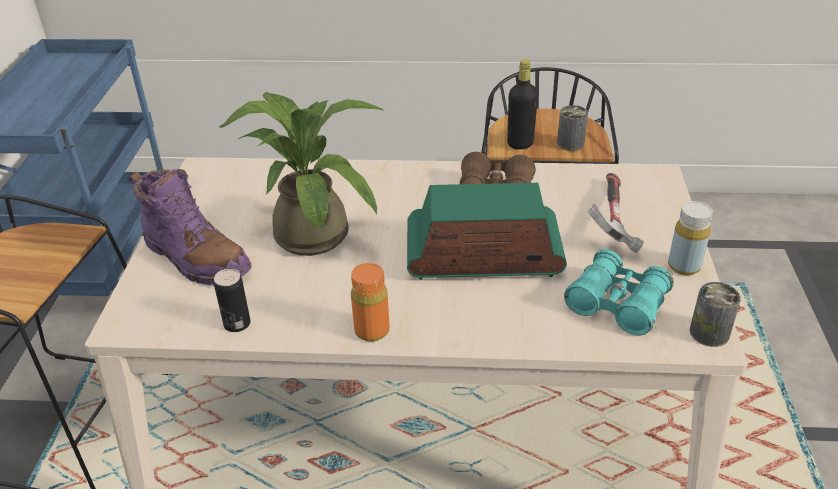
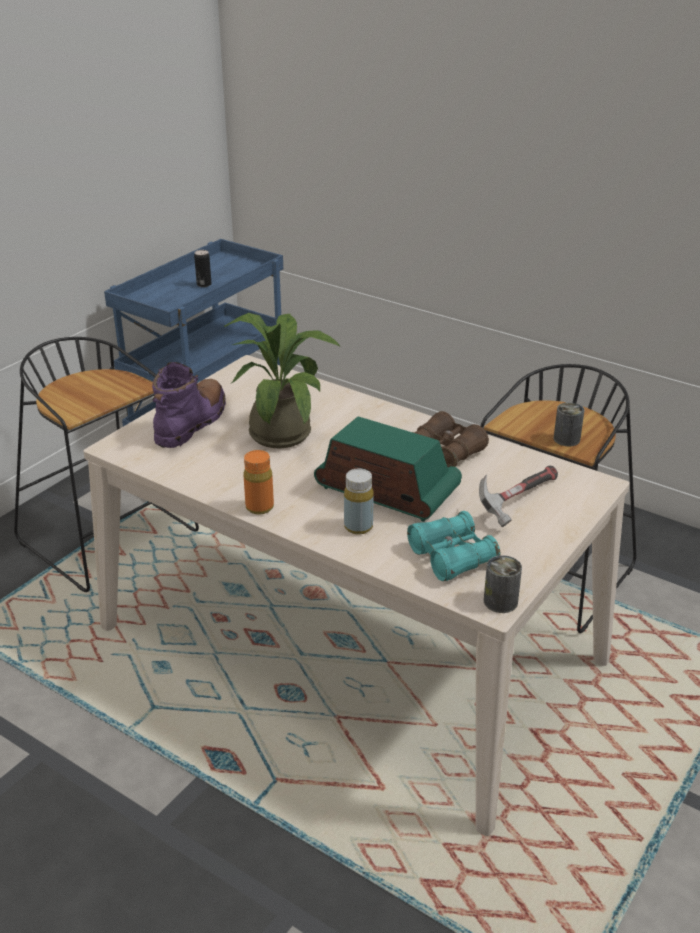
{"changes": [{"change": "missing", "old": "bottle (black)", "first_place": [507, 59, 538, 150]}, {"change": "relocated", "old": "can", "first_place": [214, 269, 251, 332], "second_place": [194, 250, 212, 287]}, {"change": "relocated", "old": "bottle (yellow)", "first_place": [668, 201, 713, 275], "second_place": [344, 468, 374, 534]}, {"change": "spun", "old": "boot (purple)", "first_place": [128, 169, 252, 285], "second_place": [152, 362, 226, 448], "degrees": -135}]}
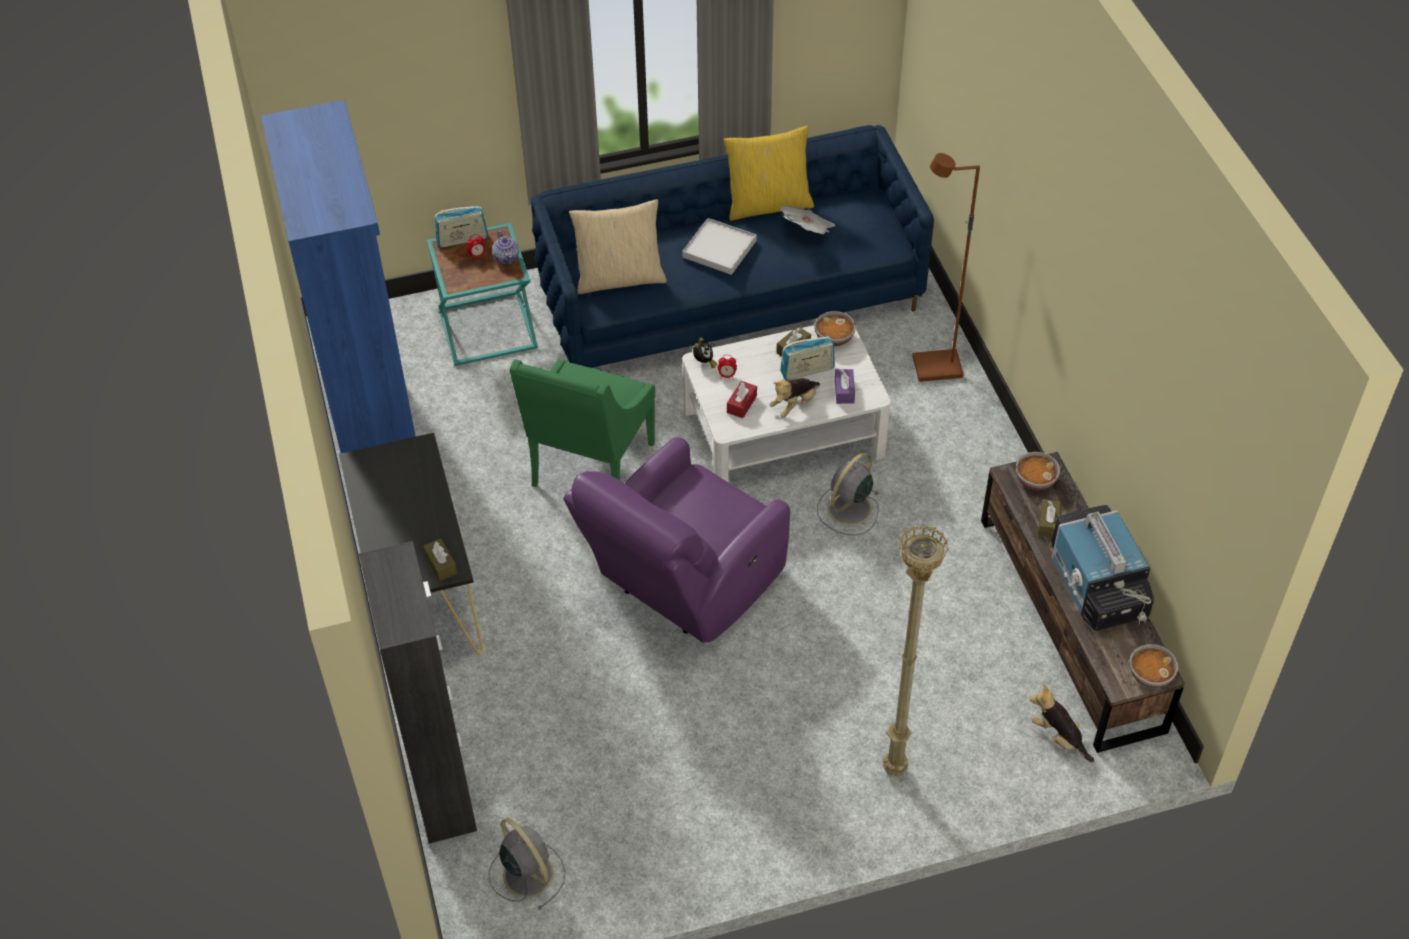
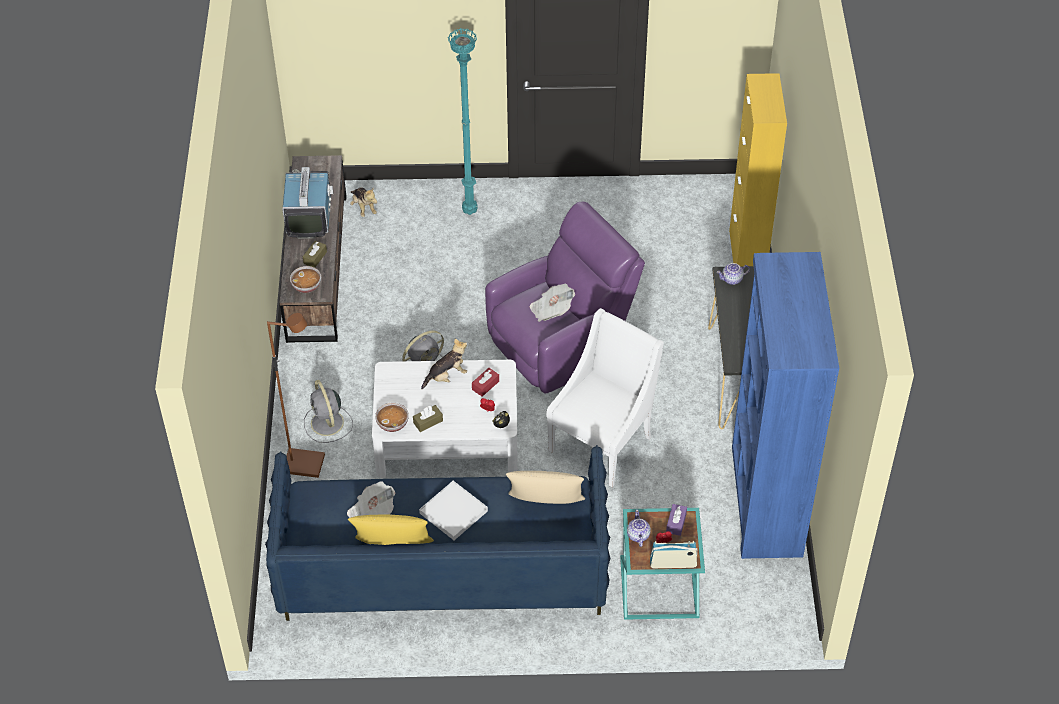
{"changes": [{"change": "missing", "old": "radio", "first_place": [780, 336, 835, 380]}, {"change": "missing", "old": "bowl", "first_place": [1129, 644, 1178, 688]}, {"change": "appeared", "new": "newspaper", "second_place": [530, 284, 575, 322]}, {"change": "relocated", "old": "fan (grey)", "first_place": [489, 818, 565, 909], "second_place": [304, 380, 353, 443]}, {"change": "relocated", "old": "tissue box (purple)", "first_place": [835, 369, 855, 404], "second_place": [666, 504, 687, 536]}, {"change": "exchanged", "old": "tissue box (brown)", "new": "teapot", "first_place": [423, 539, 458, 581], "second_place": [717, 263, 750, 285]}, {"change": "colour", "old": "cabinet (black)", "new": "cabinet (yellow)", "first_place": [359, 541, 477, 844], "second_place": [729, 73, 787, 266]}, {"change": "colour", "old": "armchair (green)", "new": "armchair (white)", "first_place": [510, 359, 655, 487], "second_place": [546, 308, 664, 487]}, {"change": "colour", "old": "floor lamp (beige)", "new": "floor lamp (turquoise)", "first_place": [883, 525, 949, 777], "second_place": [448, 28, 478, 215]}]}
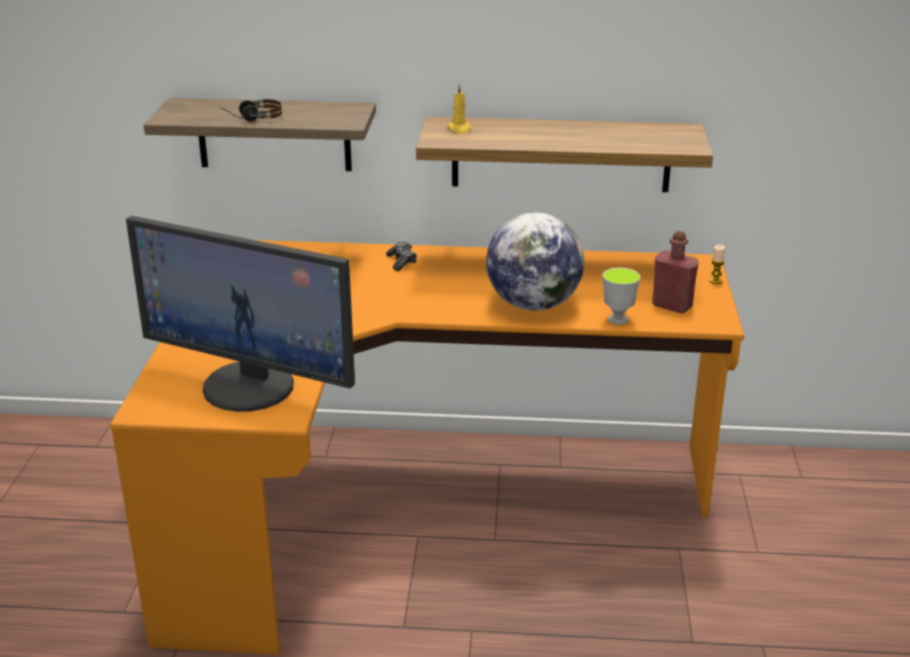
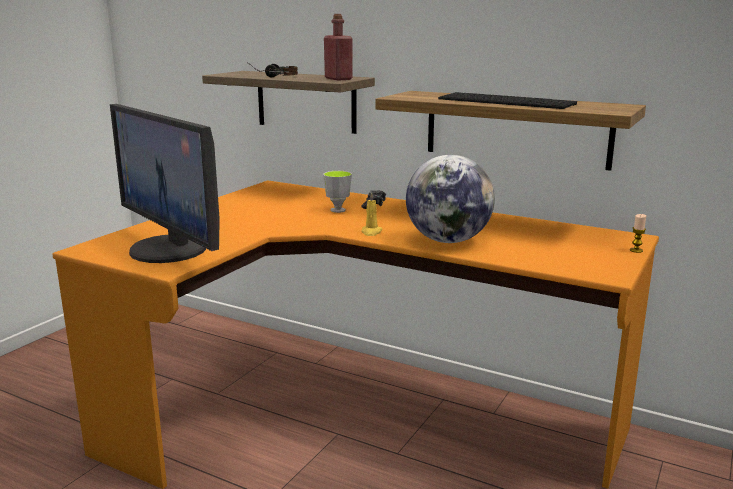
{"changes": [{"change": "appeared", "new": "keyboard", "second_place": [438, 92, 577, 109]}, {"change": "relocated", "old": "candle (yellow)", "first_place": [446, 84, 471, 134], "second_place": [361, 192, 383, 236]}, {"change": "relocated", "old": "cup", "first_place": [603, 267, 641, 325], "second_place": [323, 171, 352, 213]}, {"change": "relocated", "old": "bottle (red)", "first_place": [652, 231, 699, 313], "second_place": [324, 14, 353, 80]}]}
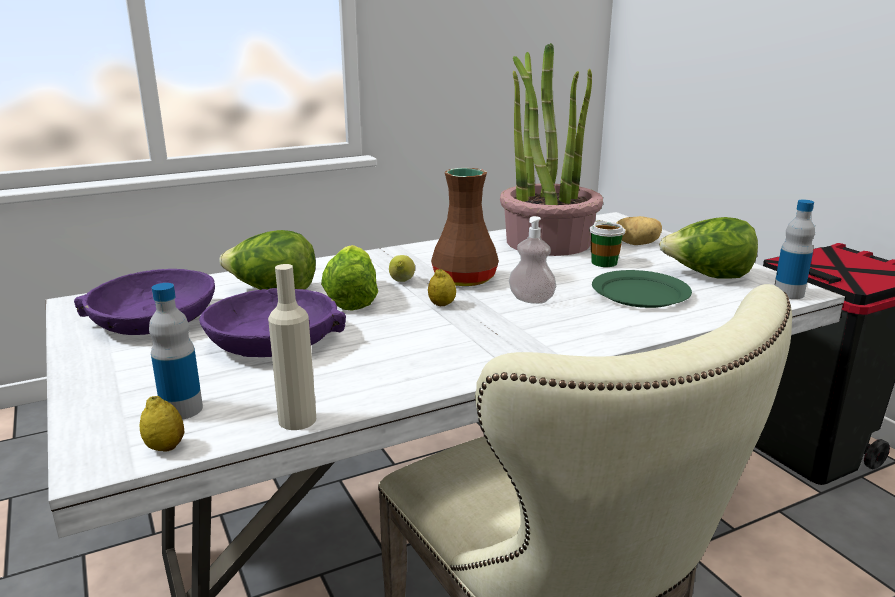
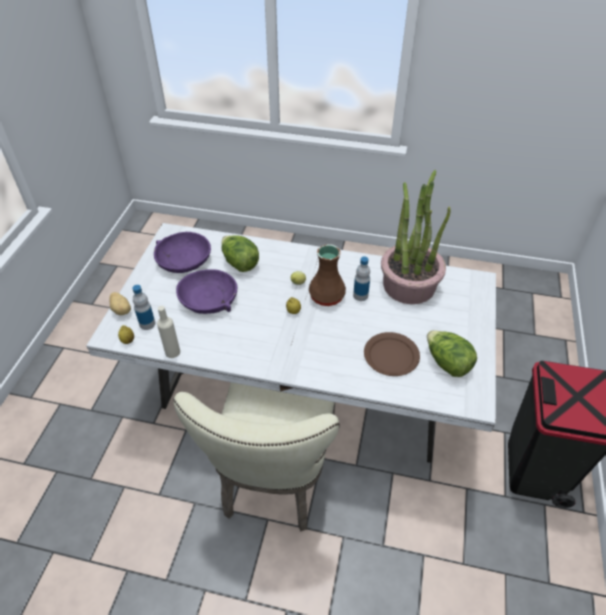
{"changes": [{"change": "missing", "old": "lettuce", "first_place": [321, 245, 378, 311]}, {"change": "missing", "old": "soap dispenser", "first_place": [509, 216, 556, 304]}, {"change": "missing", "old": "cup", "first_place": [589, 220, 625, 267]}, {"change": "relocated", "old": "potato", "first_place": [617, 216, 662, 245], "second_place": [110, 292, 131, 315]}, {"change": "relocated", "old": "bottle", "first_place": [775, 200, 815, 299], "second_place": [353, 256, 370, 301]}, {"change": "colour", "old": "plate (green)", "new": "plate (brown)", "first_place": [592, 270, 692, 308], "second_place": [364, 332, 420, 376]}]}
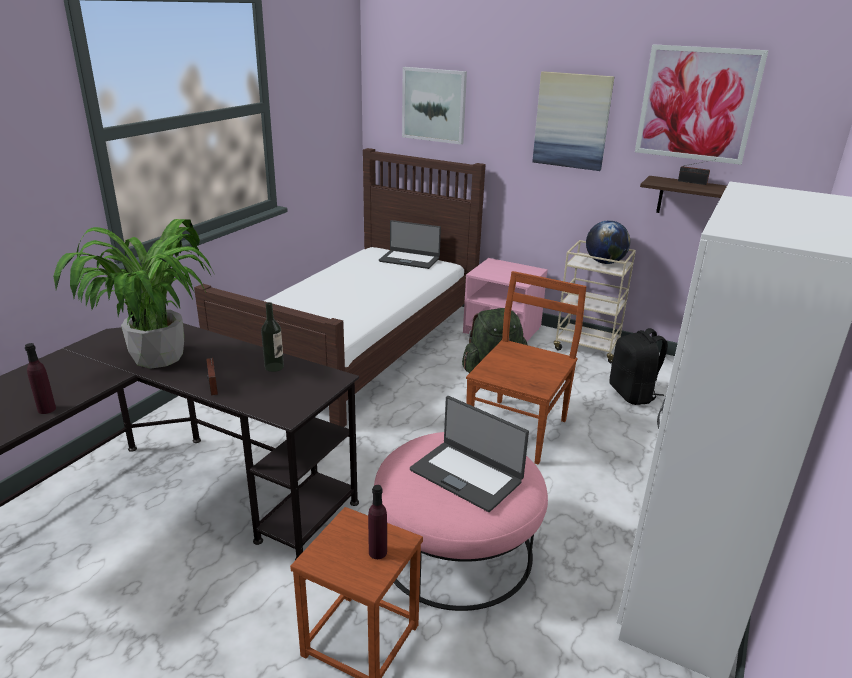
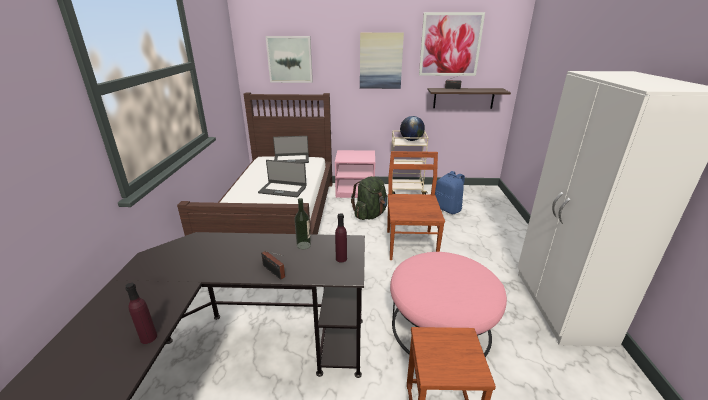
{"changes": [{"change": "missing", "old": "potted plant", "first_place": [53, 219, 215, 369]}, {"change": "relocated", "old": "bottle (purple)", "first_place": [368, 485, 387, 559], "second_place": [335, 213, 347, 262]}, {"change": "relocated", "old": "laptop", "first_place": [410, 396, 529, 512], "second_place": [258, 160, 307, 197]}, {"change": "colour", "old": "backpack (black)", "new": "backpack (blue)", "first_place": [609, 328, 668, 405], "second_place": [435, 171, 465, 214]}]}
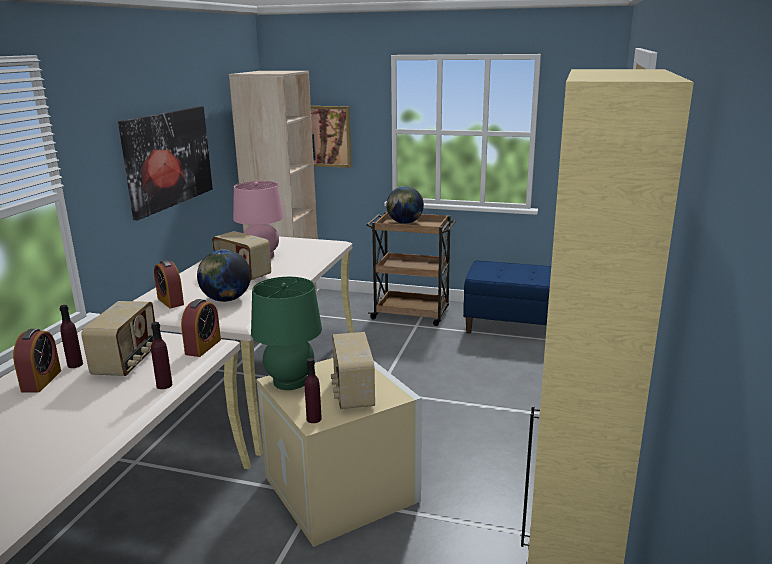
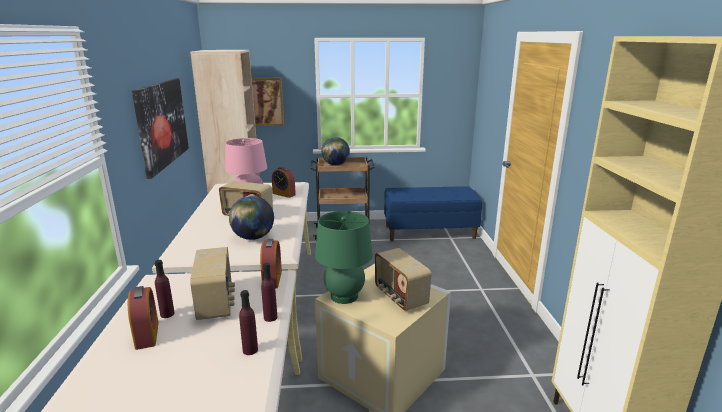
{"changes": [{"change": "relocated", "old": "alarm clock", "first_place": [154, 260, 184, 308], "second_place": [272, 167, 296, 198]}, {"change": "relocated", "old": "bottle (purple)", "first_place": [305, 358, 322, 423], "second_place": [239, 290, 258, 355]}]}
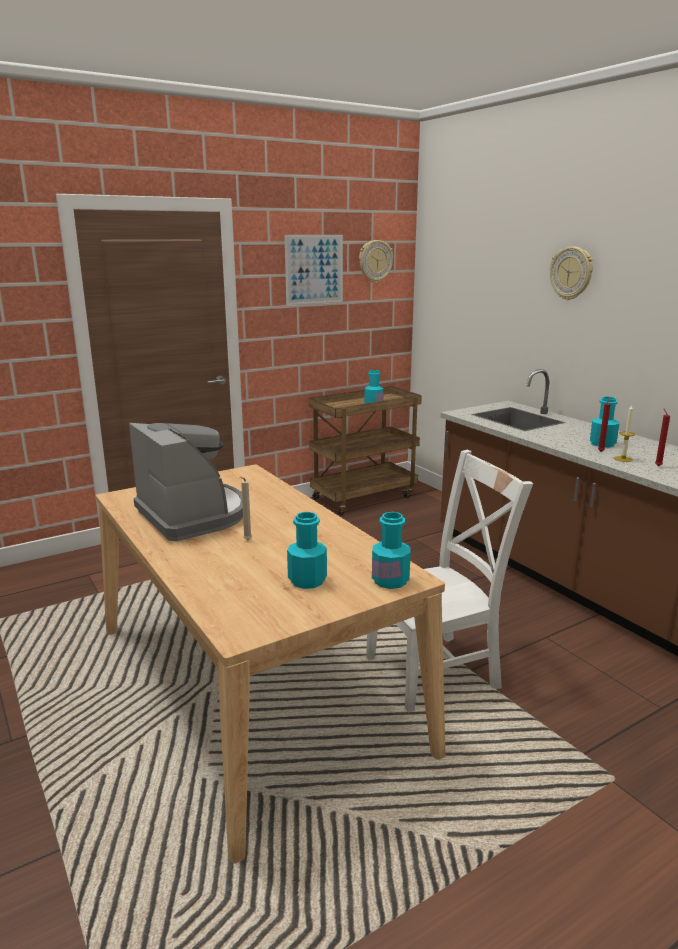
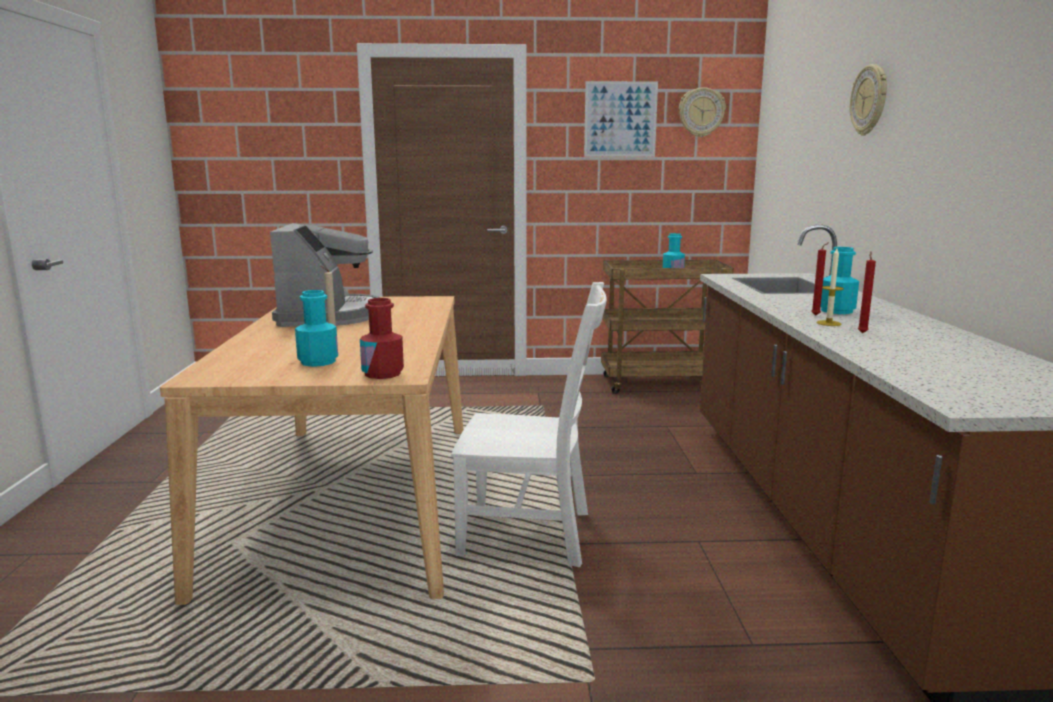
{"changes": [{"change": "colour", "old": "bottle (turquoise)", "new": "bottle (red)", "first_place": [372, 512, 411, 589], "second_place": [360, 298, 404, 379]}]}
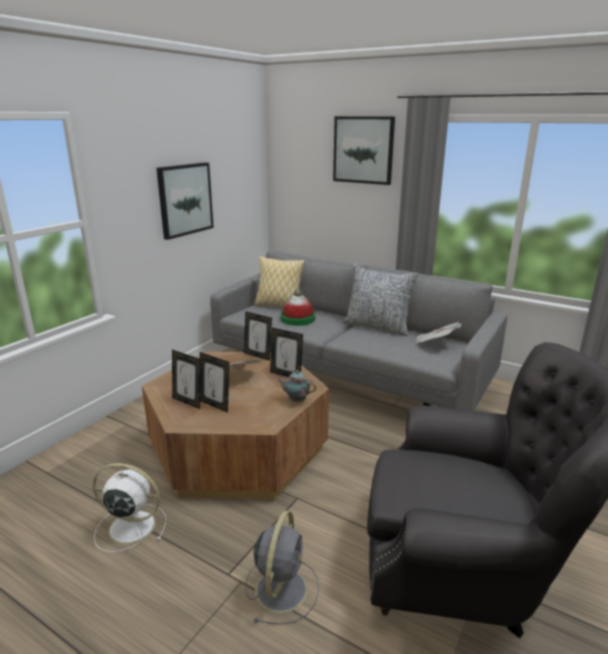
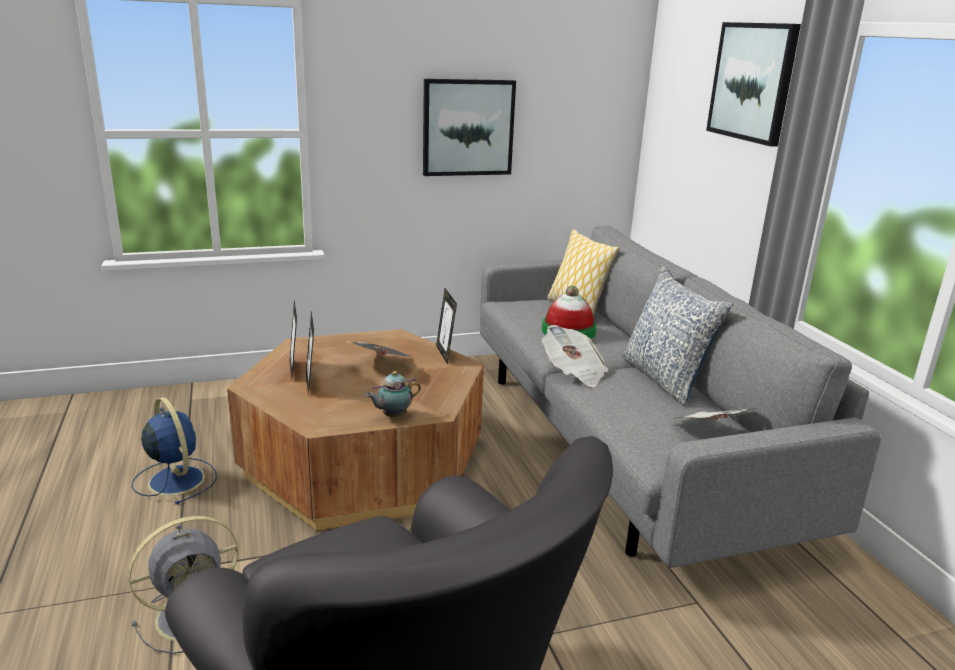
{"changes": [{"change": "missing", "old": "picture frame", "first_place": [270, 328, 303, 377]}, {"change": "appeared", "new": "newspaper", "second_place": [542, 325, 609, 387]}, {"change": "colour", "old": "fan (white)", "new": "fan (blue)", "first_place": [93, 463, 166, 552], "second_place": [132, 397, 217, 505]}, {"change": "spun", "old": "teapot", "first_place": [277, 370, 316, 402], "second_place": [366, 371, 421, 417], "degrees": -90}]}
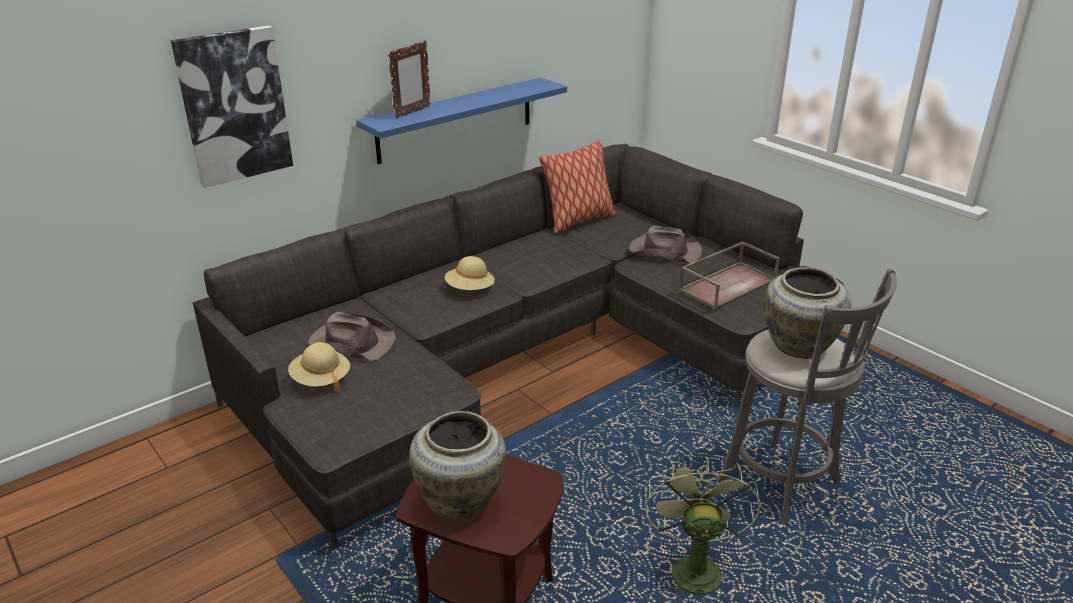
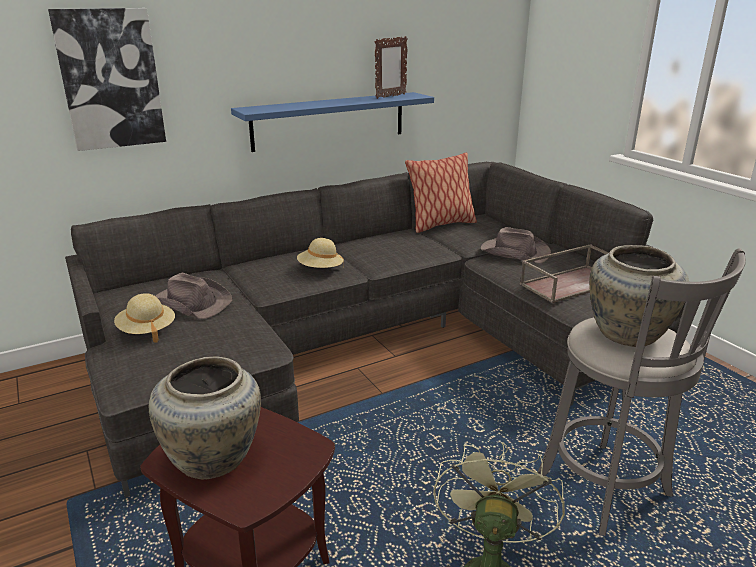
{"changes": [{"change": "relocated", "old": "picture frame", "first_place": [388, 40, 431, 119], "second_place": [375, 36, 408, 99]}]}
